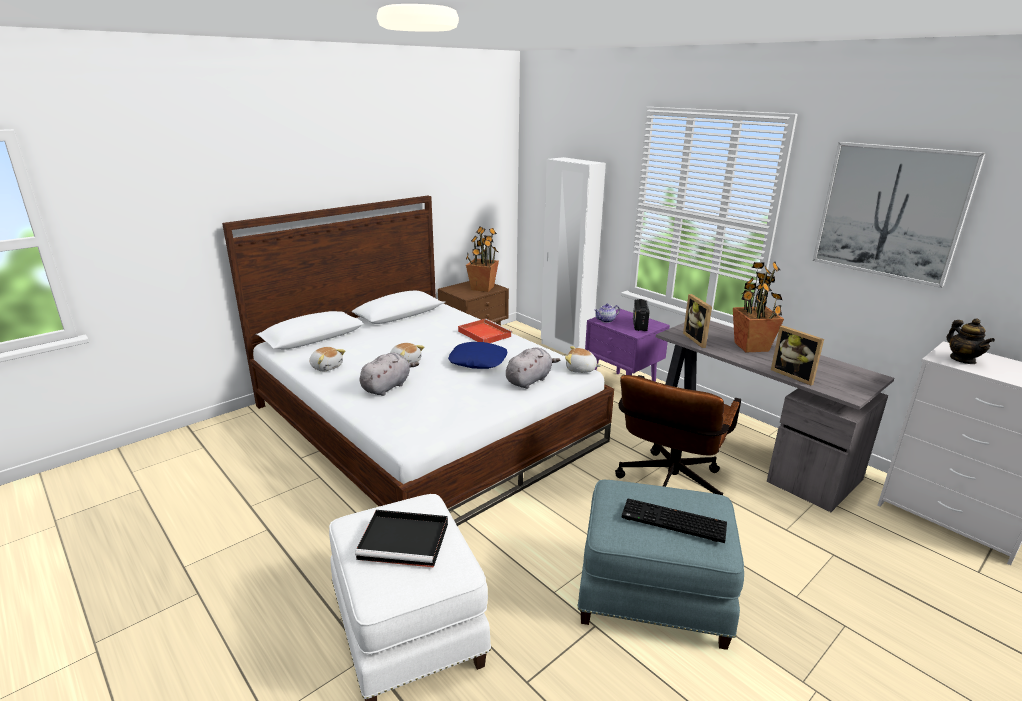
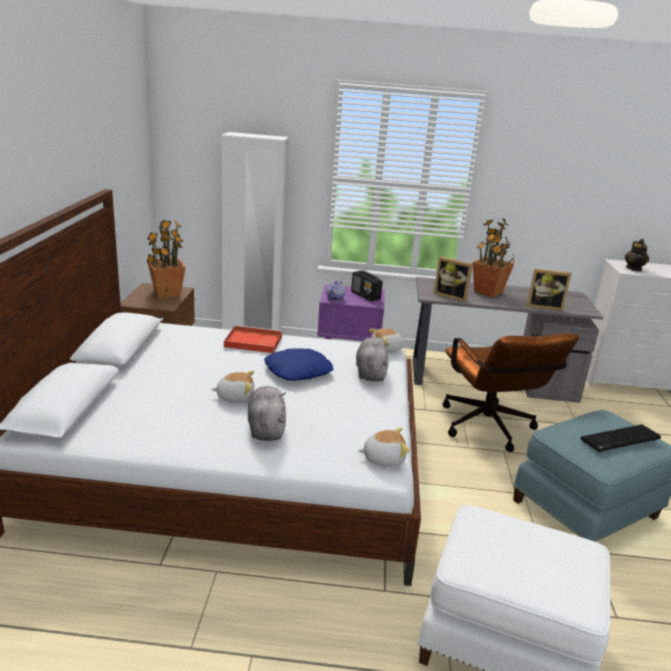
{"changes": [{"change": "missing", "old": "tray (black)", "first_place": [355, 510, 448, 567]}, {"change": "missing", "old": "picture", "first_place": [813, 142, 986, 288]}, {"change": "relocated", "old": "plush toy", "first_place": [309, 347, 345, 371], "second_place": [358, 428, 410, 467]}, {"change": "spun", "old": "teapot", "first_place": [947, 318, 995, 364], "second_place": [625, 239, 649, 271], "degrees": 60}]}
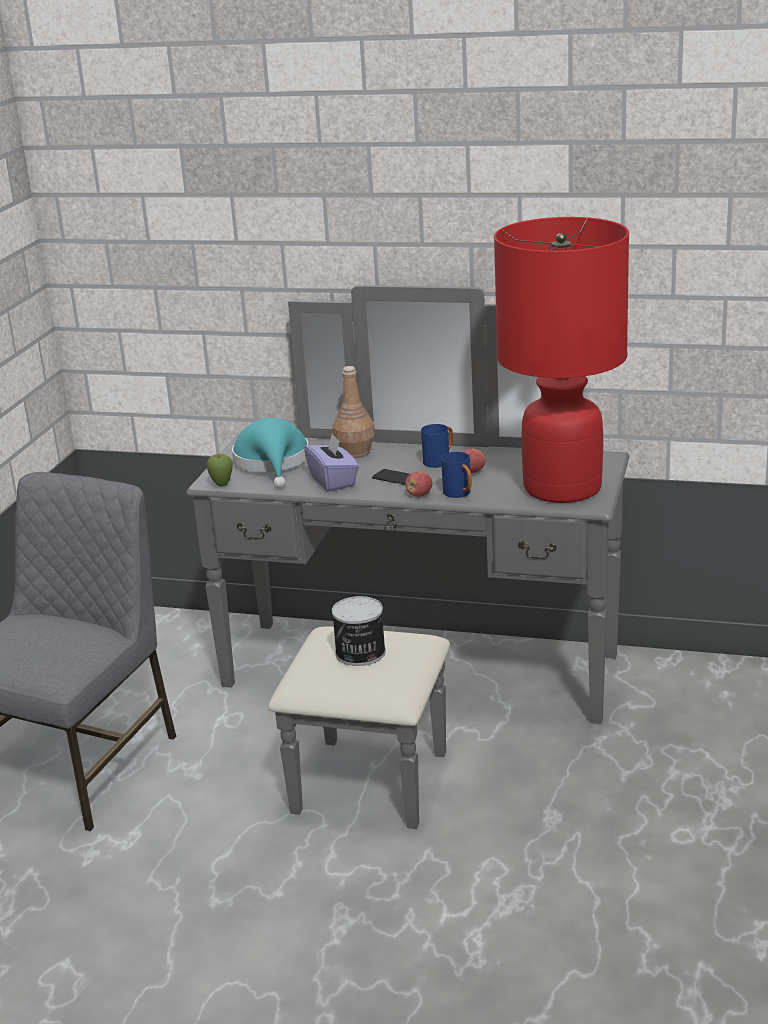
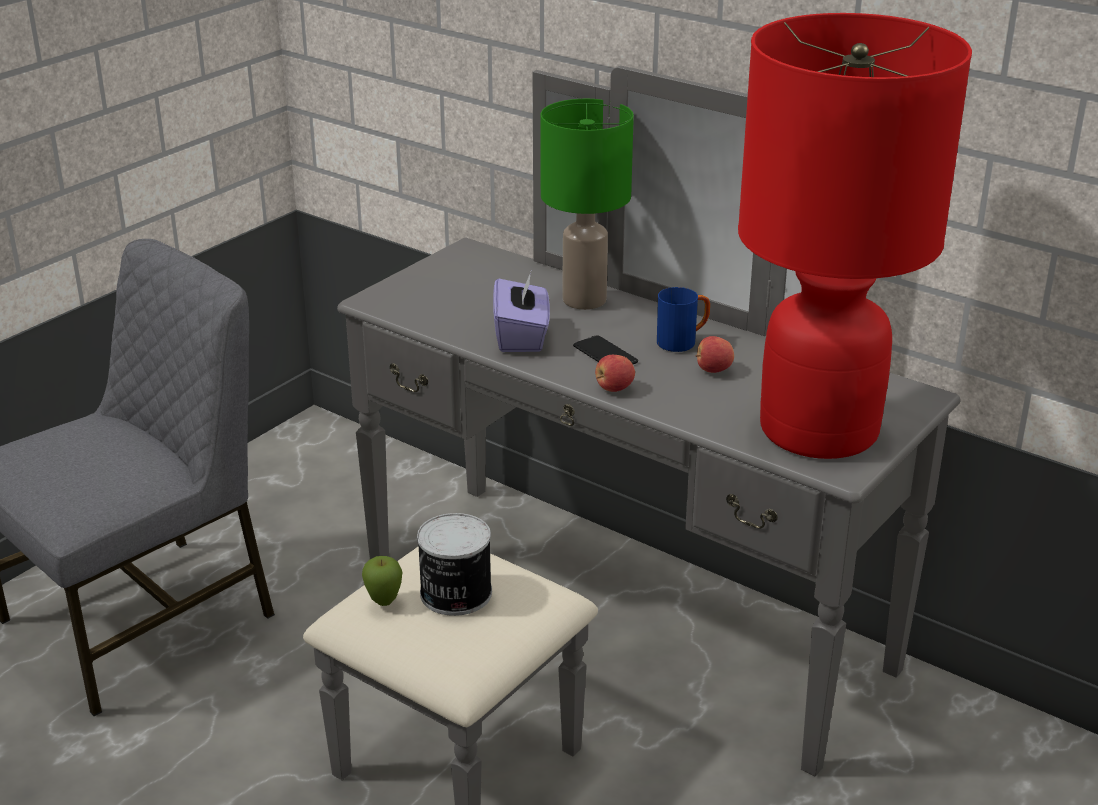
{"changes": [{"change": "missing", "old": "hat (turquoise)", "first_place": [232, 418, 308, 488]}, {"change": "missing", "old": "mug (blue)", "first_place": [441, 452, 472, 498]}, {"change": "relocated", "old": "apple", "first_place": [206, 454, 233, 486], "second_place": [362, 556, 402, 606]}, {"change": "exchanged", "old": "bottle (brown)", "new": "table lamp (green)", "first_place": [333, 366, 375, 458], "second_place": [540, 99, 634, 310]}]}
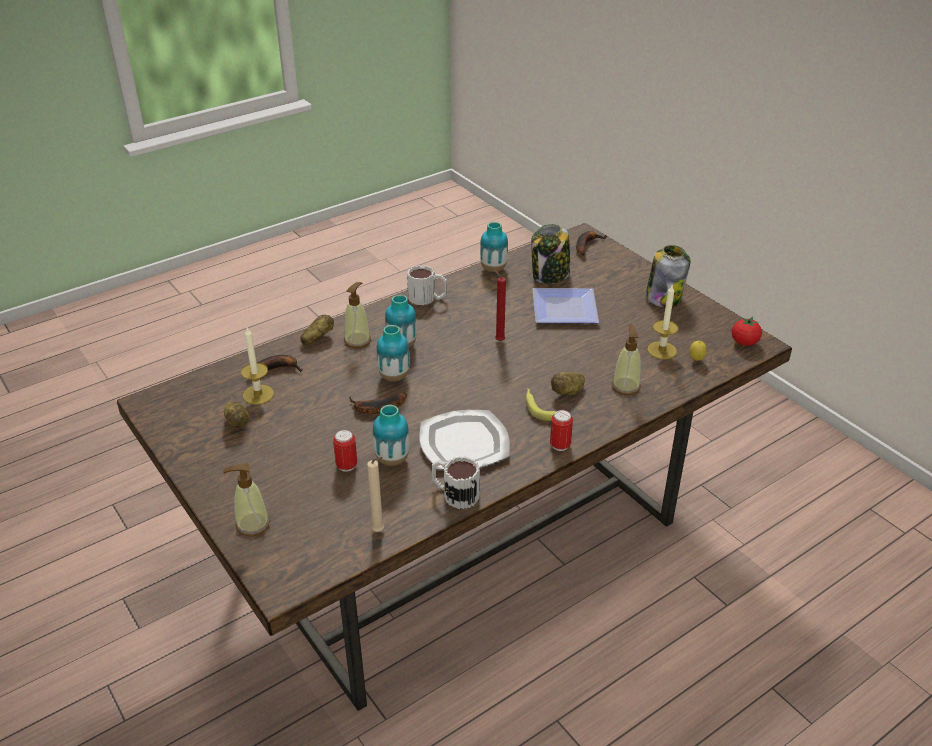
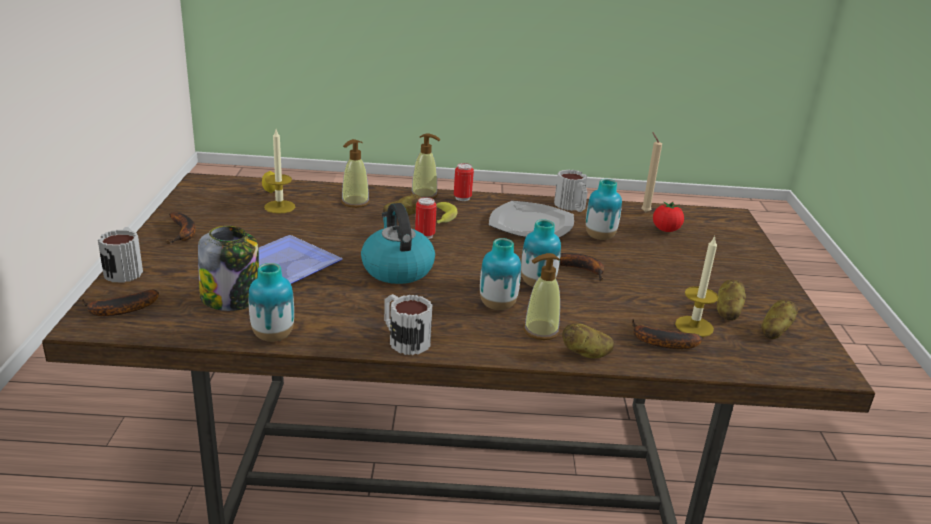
{"changes": [{"change": "appeared", "new": "mug", "second_place": [98, 227, 143, 282]}, {"change": "appeared", "new": "potato", "second_place": [761, 300, 798, 339]}, {"change": "relocated", "old": "soap dispenser", "first_place": [223, 463, 270, 536], "second_place": [411, 133, 441, 199]}, {"change": "relocated", "old": "can", "first_place": [333, 430, 357, 472], "second_place": [415, 197, 437, 239]}, {"change": "relocated", "old": "tomato", "first_place": [732, 317, 762, 346], "second_place": [653, 201, 684, 232]}, {"change": "exchanged", "old": "candle (red)", "new": "kettle", "first_place": [494, 270, 506, 341], "second_place": [361, 203, 435, 284]}, {"change": "exchanged", "old": "jar", "new": "banana", "first_place": [646, 245, 690, 307], "second_place": [165, 212, 196, 244]}]}
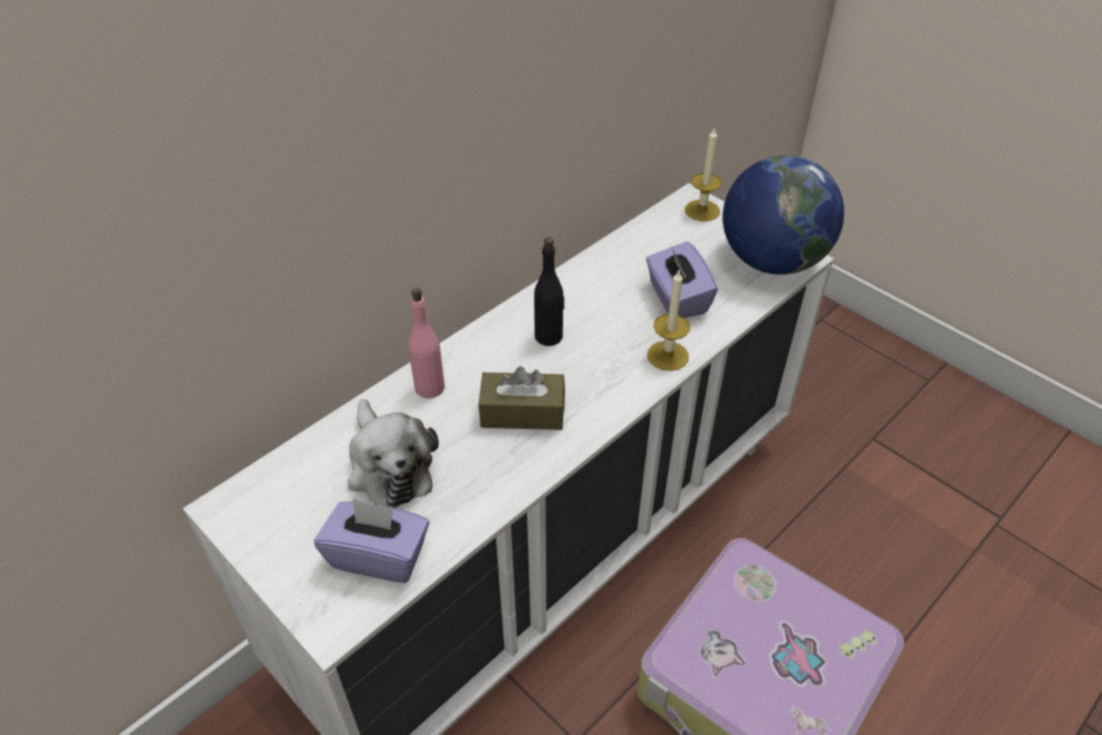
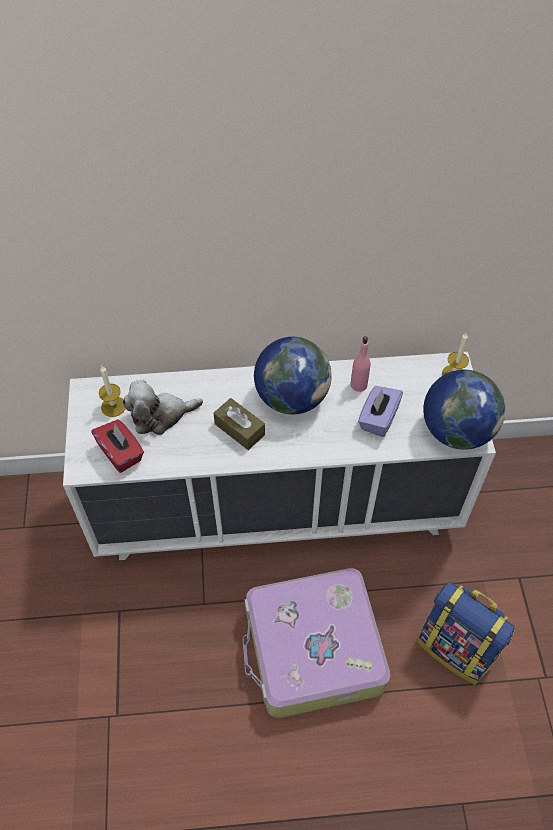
{"changes": [{"change": "appeared", "new": "backpack", "second_place": [417, 582, 515, 685]}, {"change": "relocated", "old": "bottle (pink)", "first_place": [408, 287, 445, 398], "second_place": [350, 336, 371, 392]}, {"change": "relocated", "old": "candle", "first_place": [647, 270, 690, 371], "second_place": [99, 366, 126, 417]}, {"change": "exchanged", "old": "bottle (black)", "new": "globe", "first_place": [534, 237, 564, 346], "second_place": [254, 337, 332, 414]}, {"change": "colour", "old": "tissue box (purple)", "new": "tissue box (red)", "first_place": [314, 498, 429, 583], "second_place": [91, 419, 144, 473]}, {"change": "spun", "old": "plush toy", "first_place": [348, 399, 439, 508], "second_place": [122, 380, 203, 435], "degrees": 60}]}
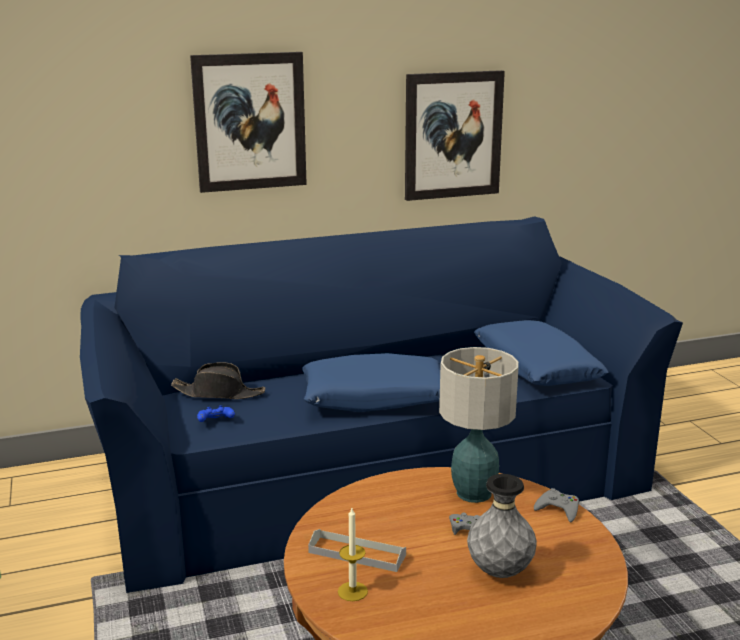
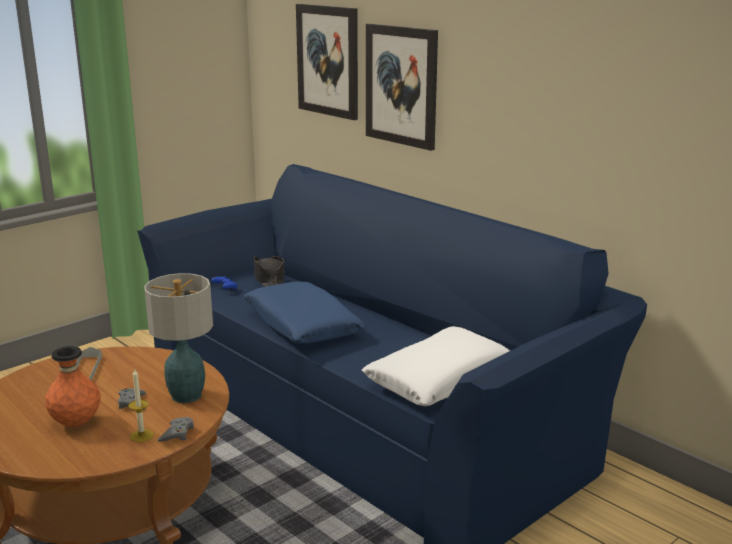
{"changes": [{"change": "relocated", "old": "candle", "first_place": [338, 508, 368, 601], "second_place": [128, 369, 154, 442]}, {"change": "relocated", "old": "picture", "first_place": [405, 70, 505, 201], "second_place": [296, 4, 358, 120]}, {"change": "colour", "old": "vase (grey)", "new": "vase (orange)", "first_place": [467, 474, 537, 578], "second_place": [45, 346, 100, 426]}, {"change": "colour", "old": "pillow (blue)", "new": "pillow (white)", "first_place": [474, 320, 608, 386], "second_place": [362, 326, 510, 406]}]}
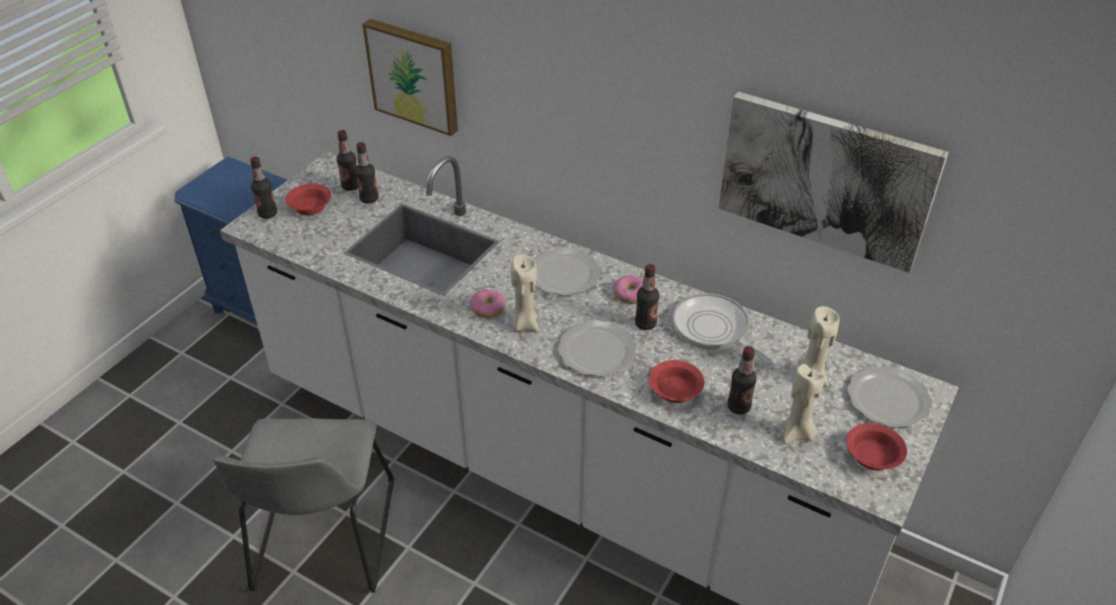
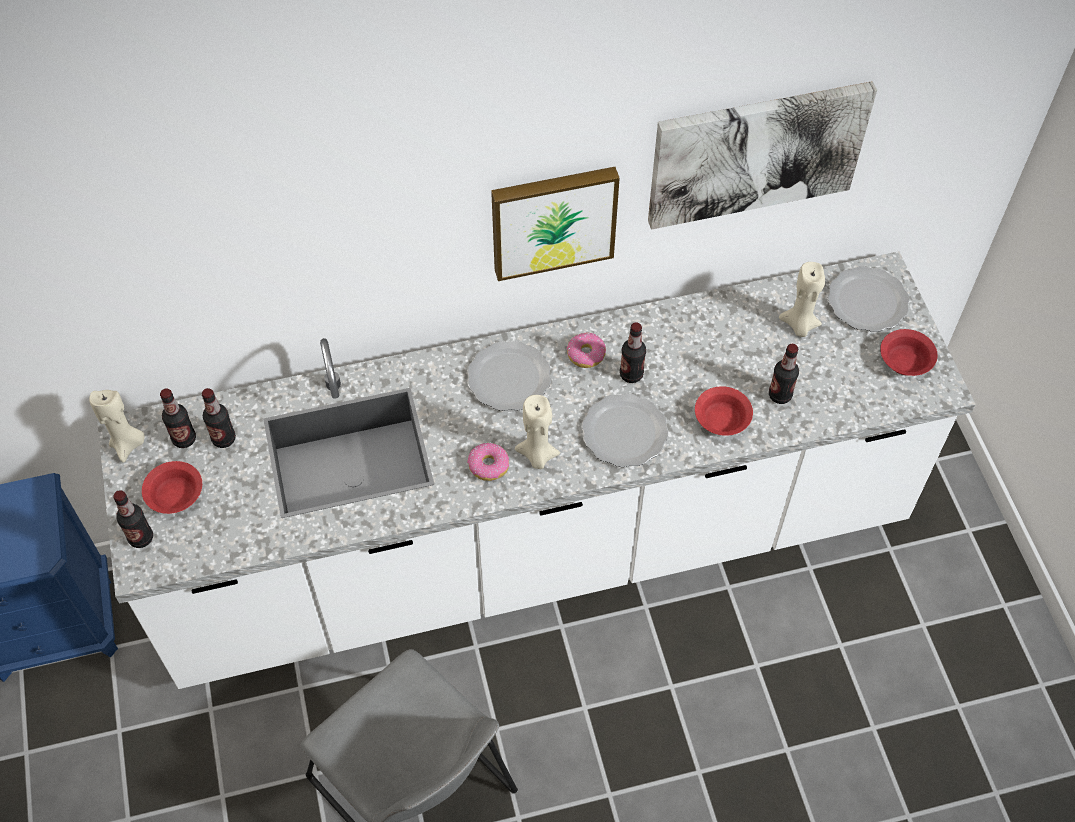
{"changes": [{"change": "missing", "old": "frying pan", "first_place": [673, 293, 772, 364]}, {"change": "relocated", "old": "picture", "first_place": [363, 19, 458, 136], "second_place": [491, 167, 620, 281]}, {"change": "relocated", "old": "candle (beige)", "first_place": [782, 364, 825, 444], "second_place": [89, 390, 145, 463]}]}
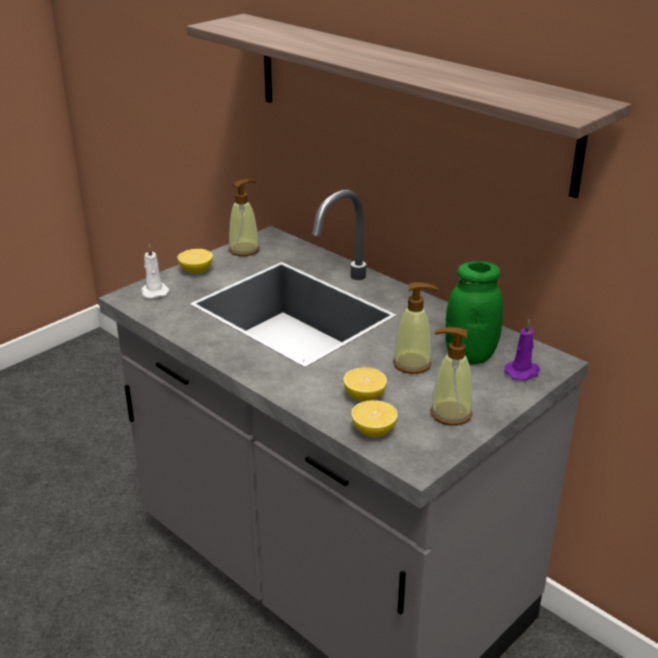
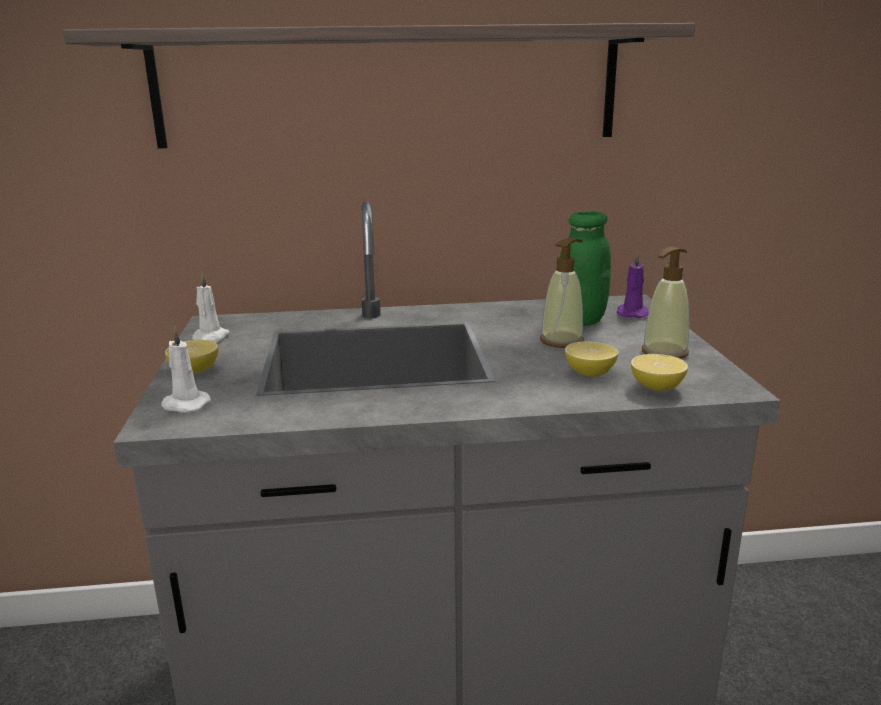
{"changes": [{"change": "exchanged", "old": "soap dispenser", "new": "candle (white)", "first_place": [229, 179, 260, 256], "second_place": [192, 273, 230, 342]}]}
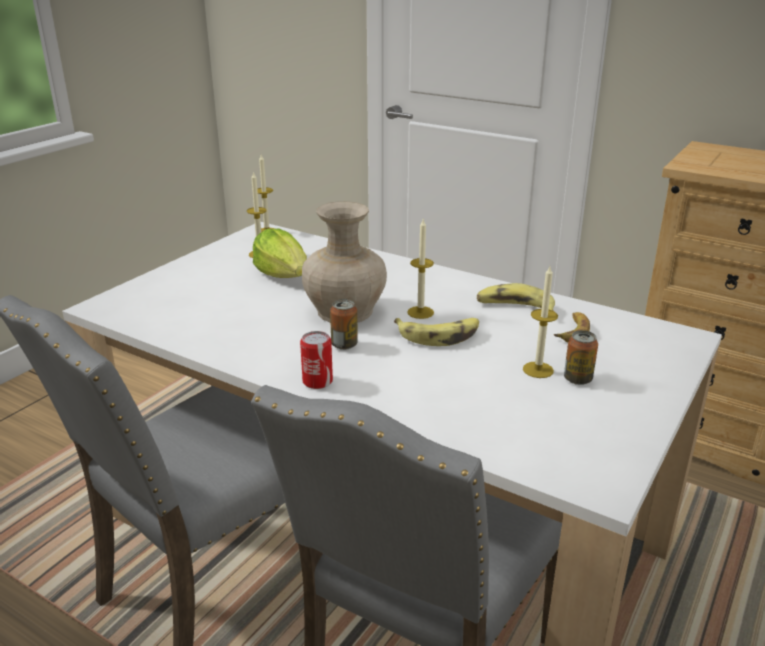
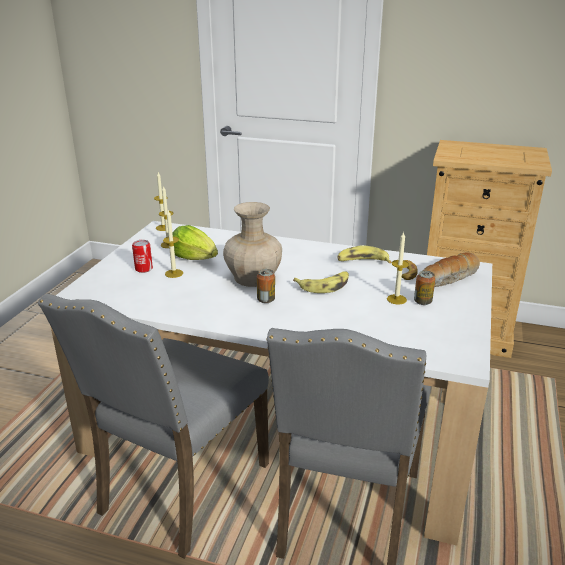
{"changes": [{"change": "appeared", "new": "bread", "second_place": [423, 252, 480, 287]}, {"change": "relocated", "old": "can", "first_place": [300, 331, 333, 389], "second_place": [132, 240, 153, 273]}, {"change": "relocated", "old": "candle", "first_place": [407, 219, 434, 319], "second_place": [163, 211, 183, 278]}]}
